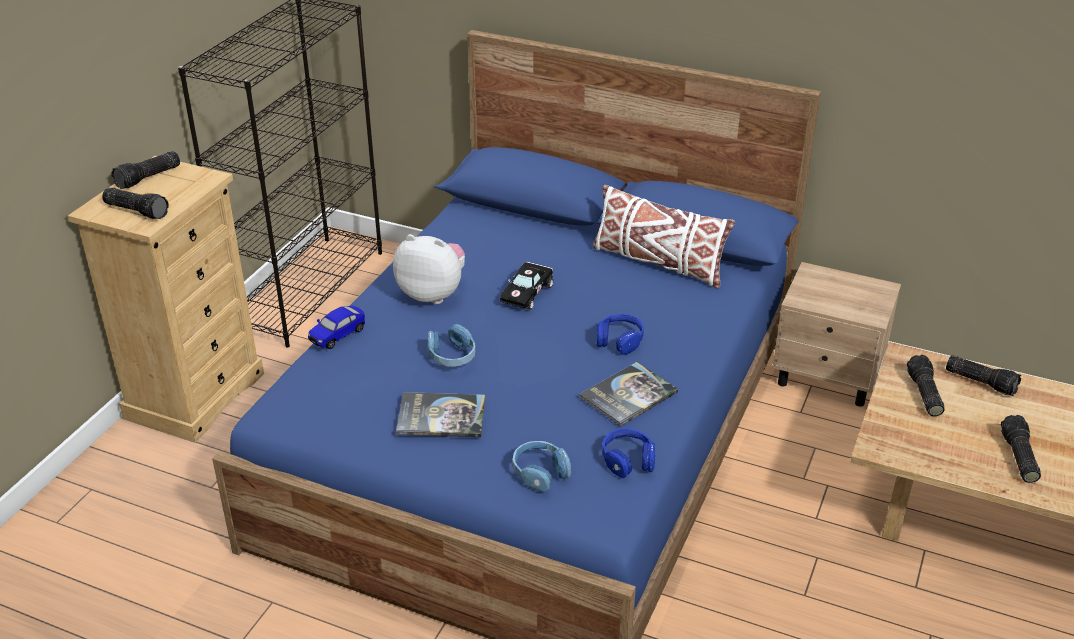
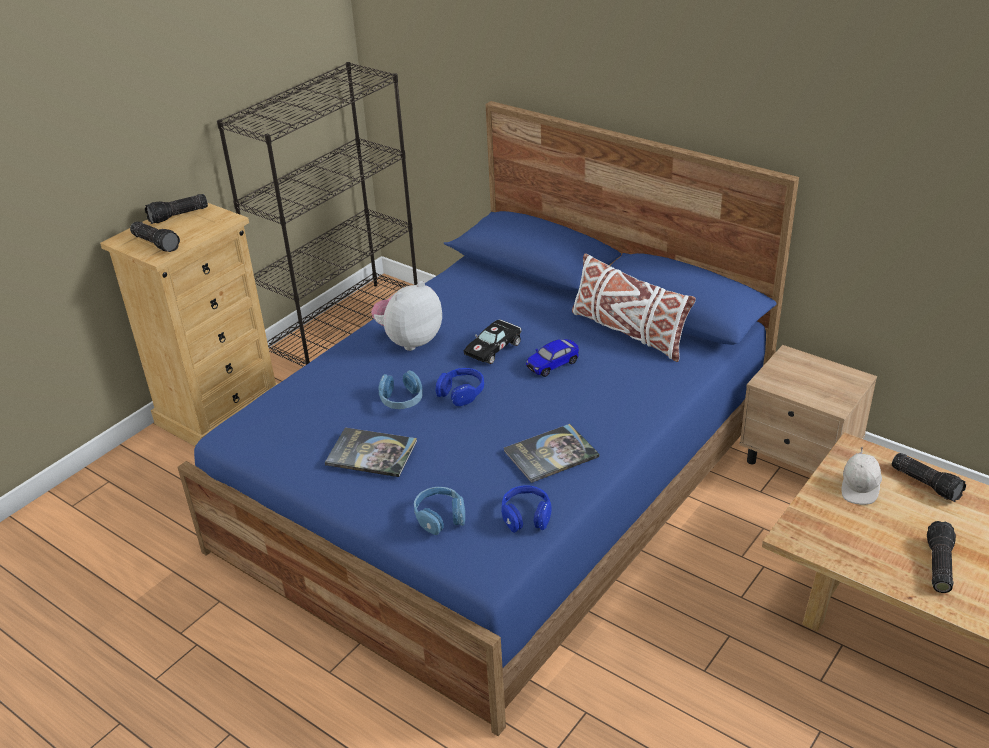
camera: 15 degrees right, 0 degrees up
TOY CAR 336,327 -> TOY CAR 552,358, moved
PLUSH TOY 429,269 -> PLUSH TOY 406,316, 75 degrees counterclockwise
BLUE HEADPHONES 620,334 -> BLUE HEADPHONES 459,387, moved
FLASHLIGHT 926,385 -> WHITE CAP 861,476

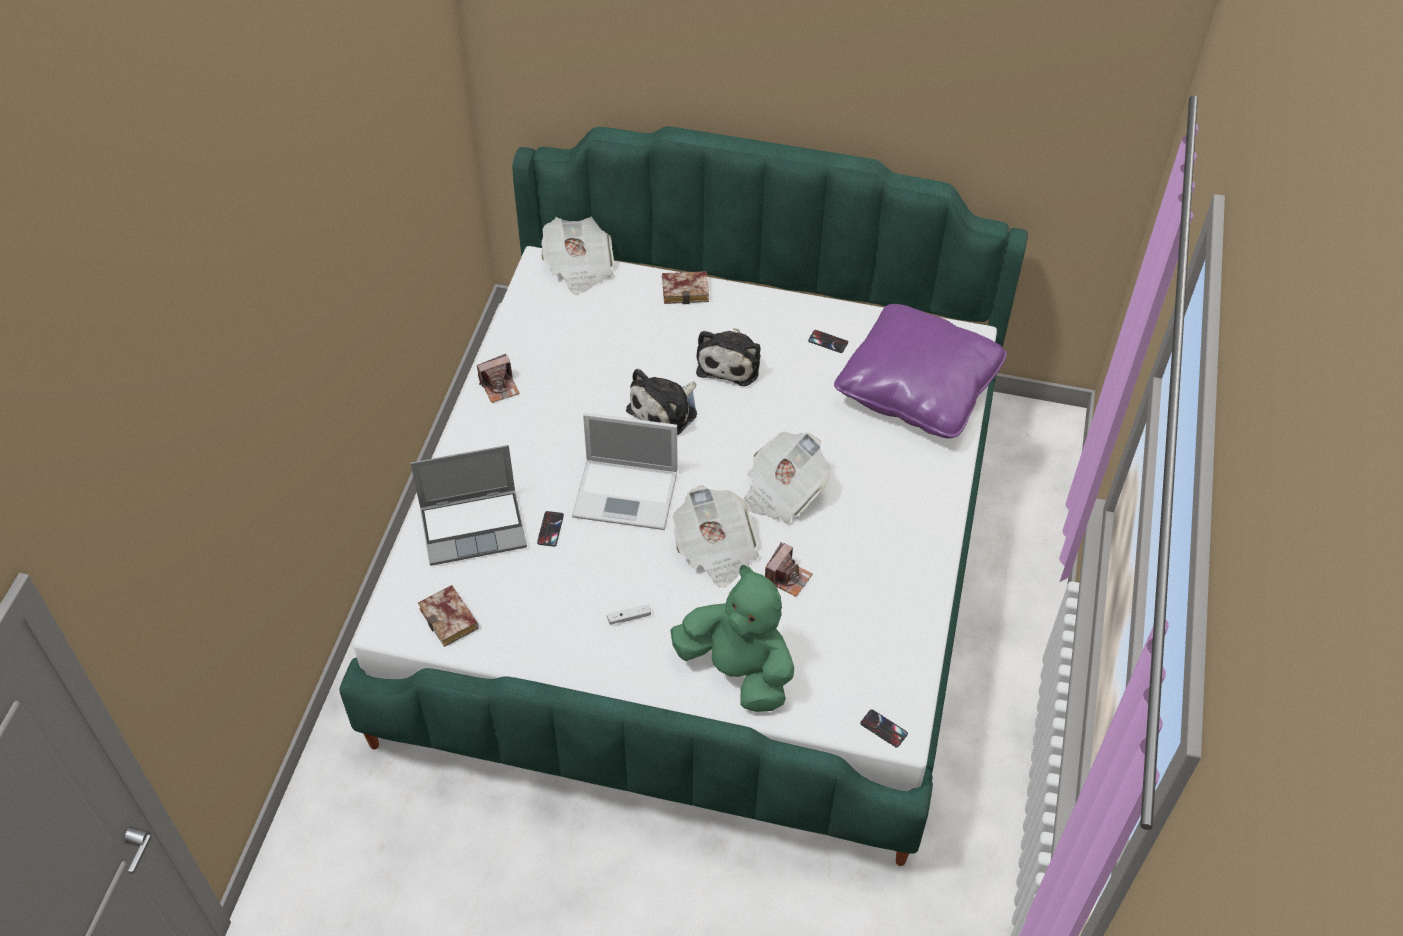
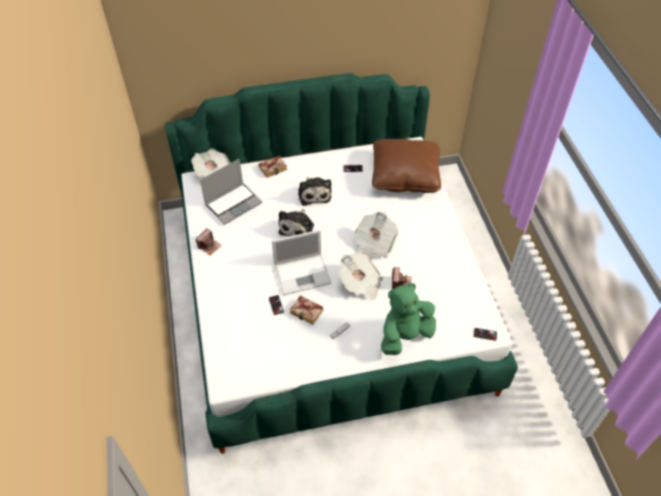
camera: 25 degrees left, 0 degrees up
LAPTOP 468,505 -> LAPTOP 231,192, moved
BOOK 448,616 -> BOOK 306,310, moved
GREEN PLUSH TOY 732,638 -> GREEN PLUSH TOY 408,319, 45 degrees counterclockwise
PURPLE PILLOW 920,371 -> BROWN PILLOW 406,166

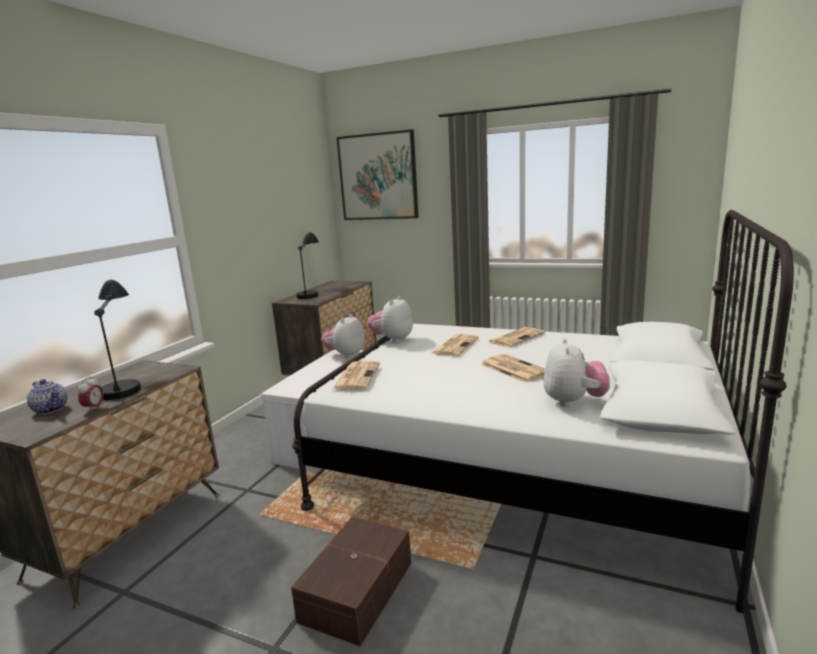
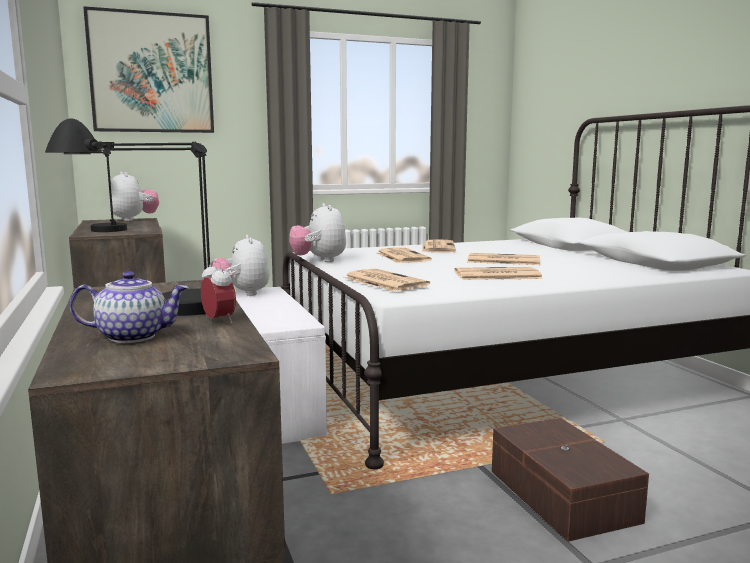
camera: 45 degrees left, 5 degrees down
PLUSH TOY 576,372 -> PLUSH TOY 134,196, moved
none -> NEWSPAPER 498,273

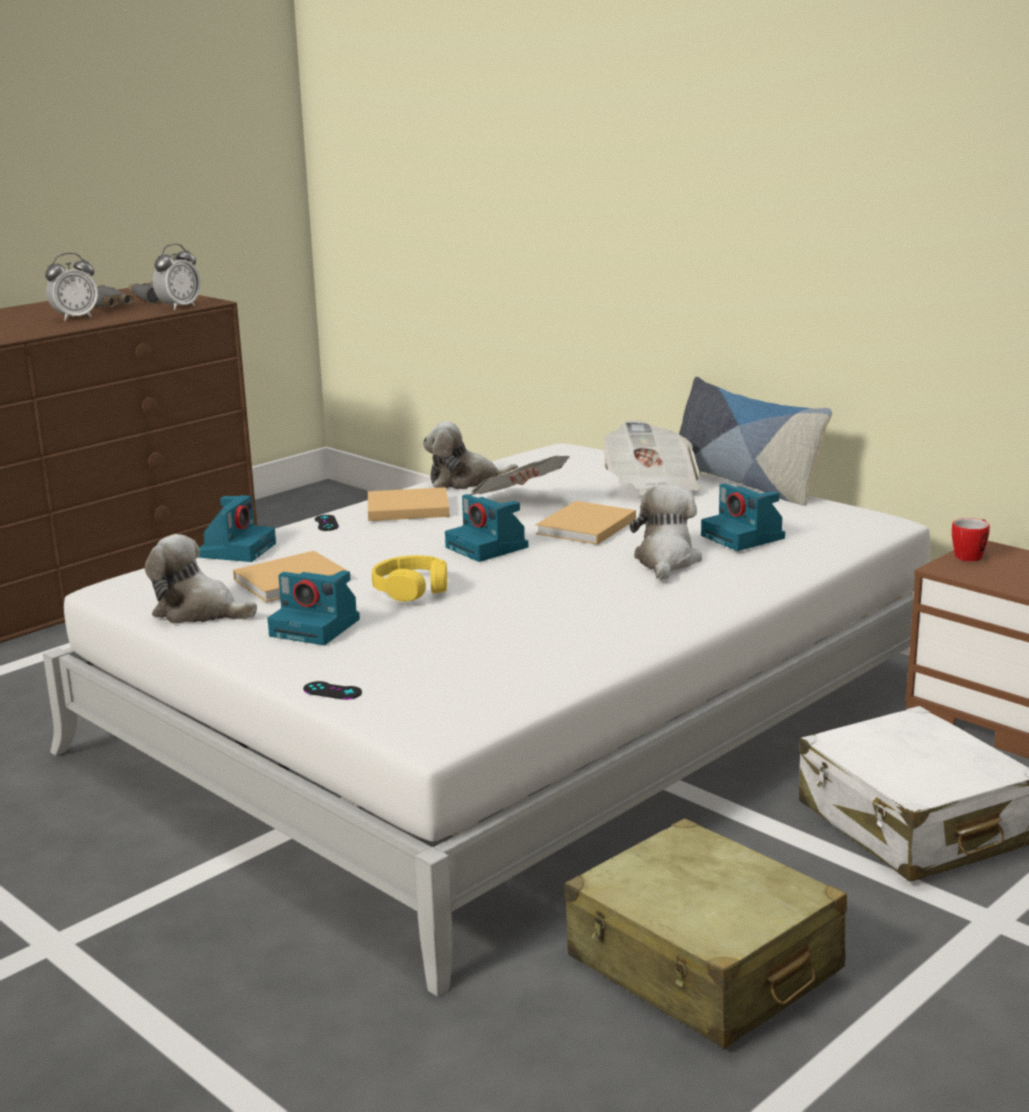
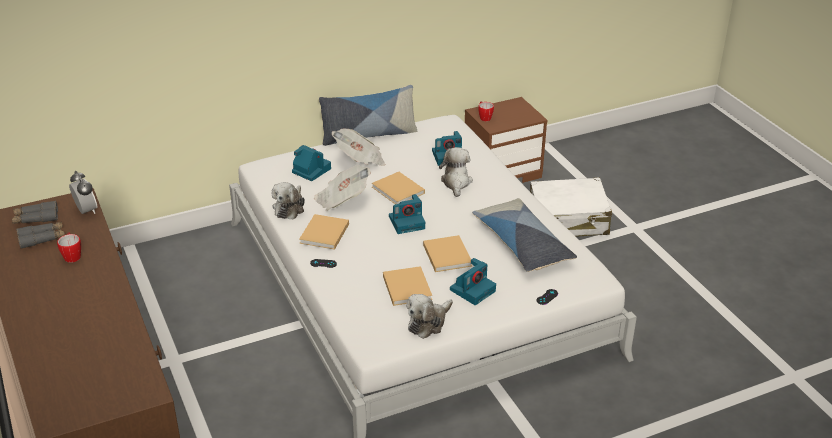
camera: 70 degrees left, 15 degrees up
ALARM CLOCK 71,287 -> MUG 69,247
PHOTO CAMERA 237,528 -> PHOTO CAMERA 311,163, moved
YELLOW HEADPHONES 409,578 -> BEIGE BOOK 447,253
BEIGE SUITCASE 705,933 -> none
PLUSH TOY 666,532 -> PLUSH TOY 456,172, 60 degrees clockwise
none -> PILLOW 524,235

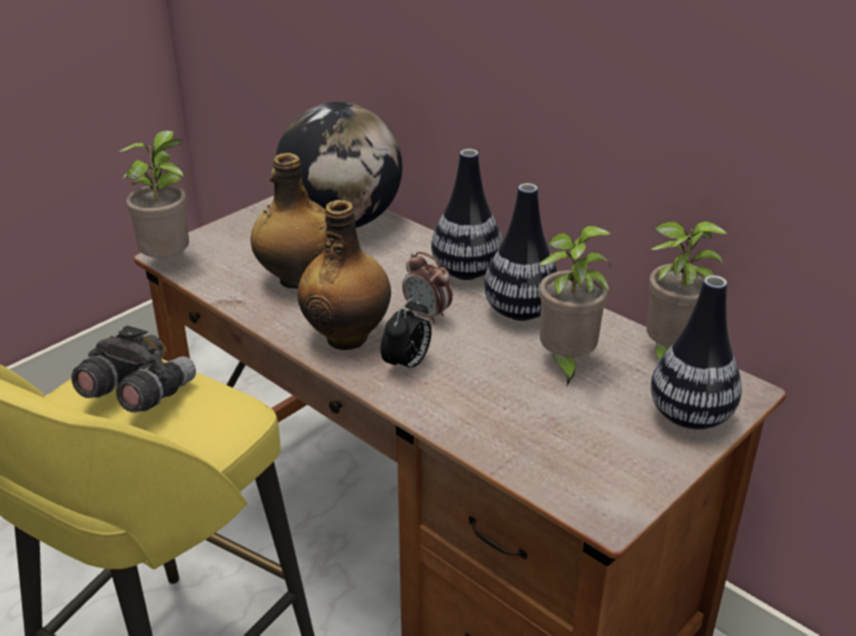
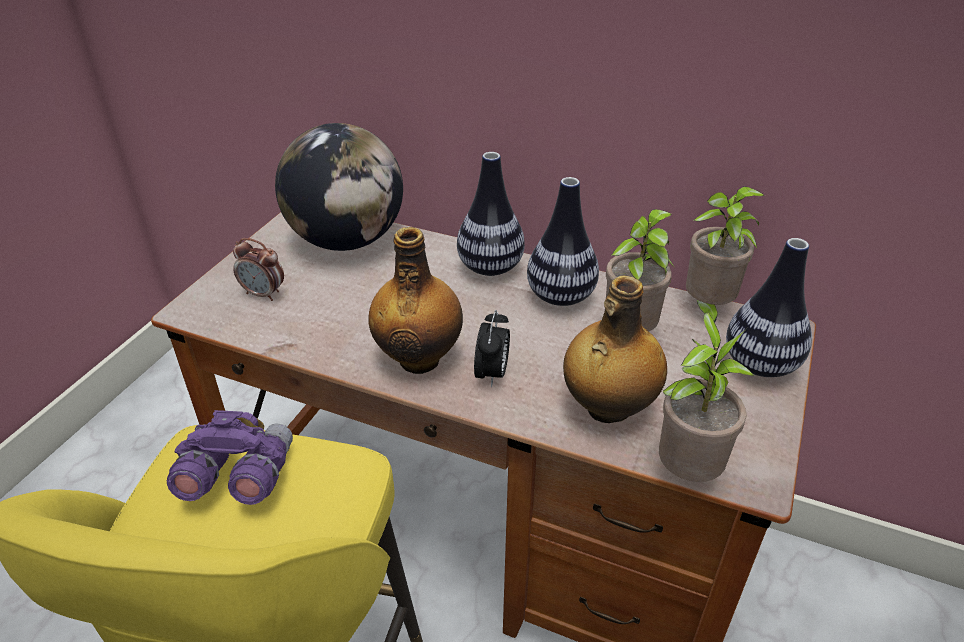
camera: 20 degrees left, 5 degrees up
GREY BINOCULARS 133,369 -> PURPLE BINOCULARS 230,457
POTTED PLANT 153,194 -> POTTED PLANT 706,397, moved
BOTTLE 289,221 -> BOTTLE 615,349, moved
ALARM CLOCK 427,288 -> ALARM CLOCK 258,269, moved

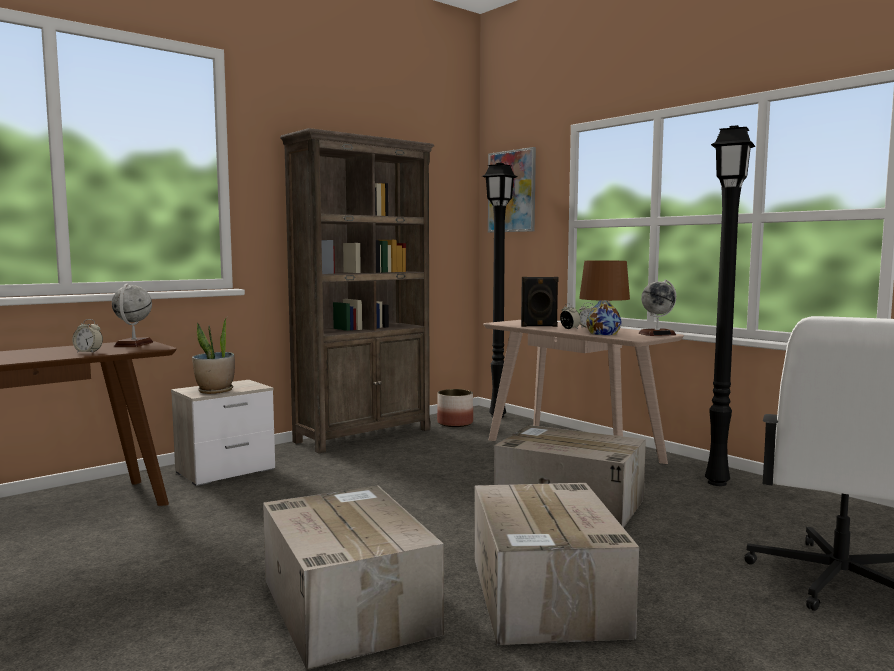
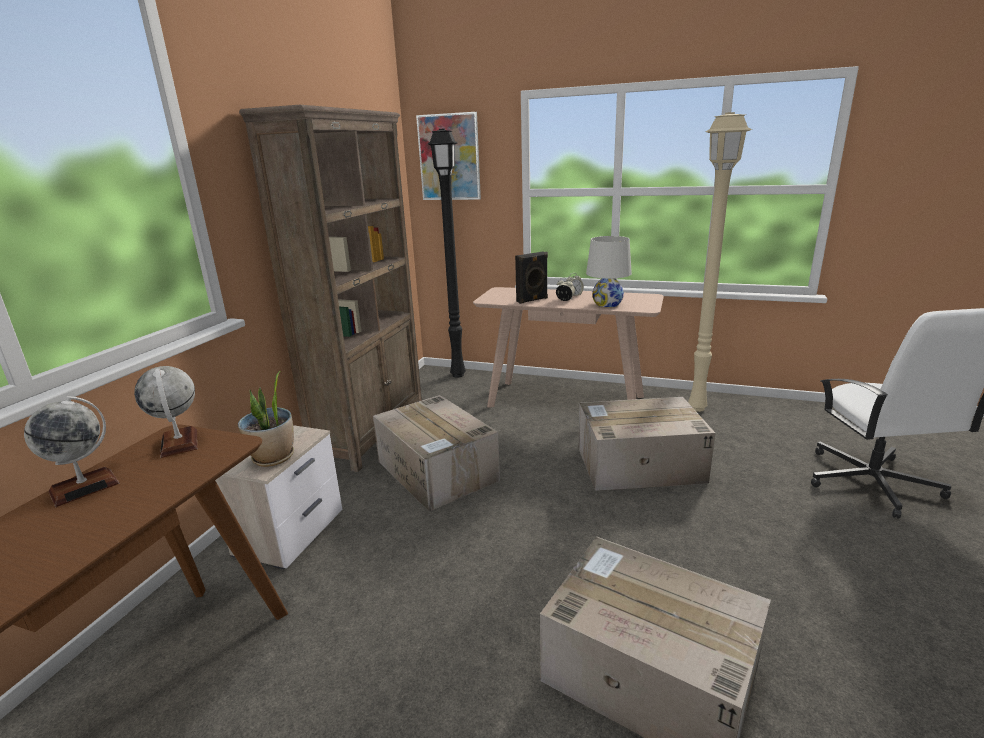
camera: 30 degrees left, 15 degrees up
ALARM CLOCK 87,336 -> none
PLANTER 455,408 -> none
CARDBOARD BOX 557,564 -> CARDBOARD BOX 436,453, moved
BROWN TABLE LAMP 604,298 -> WHITE TABLE LAMP 609,271
GLOBE 657,307 -> GLOBE 71,451, moved
BLACK FLOOR LAMP 730,305 -> BEIGE FLOOR LAMP 720,262

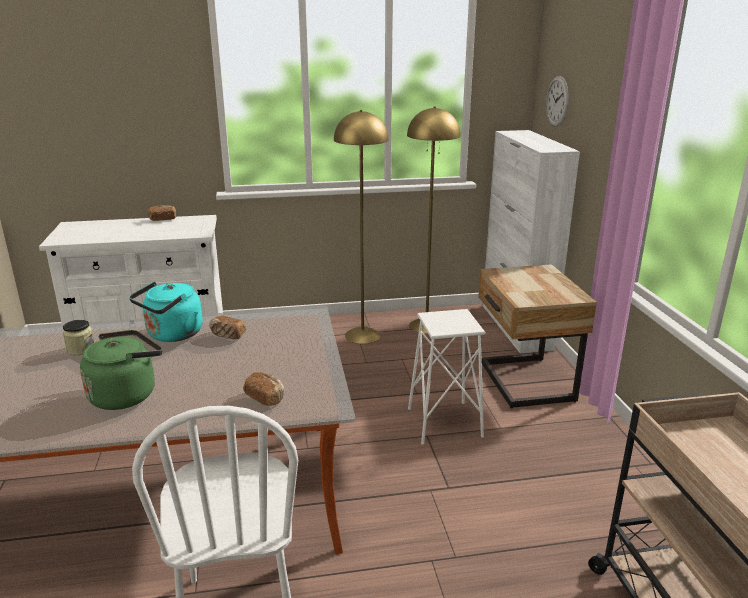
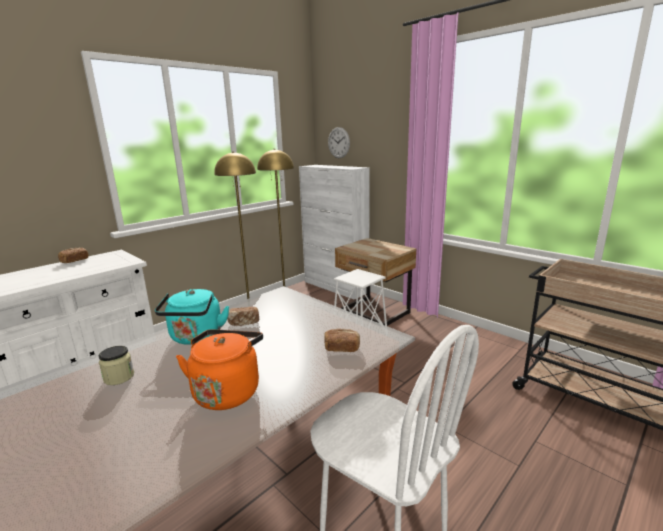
camera: 35 degrees left, 5 degrees down
GREEN KETTLE 121,370 -> ORANGE KETTLE 219,369

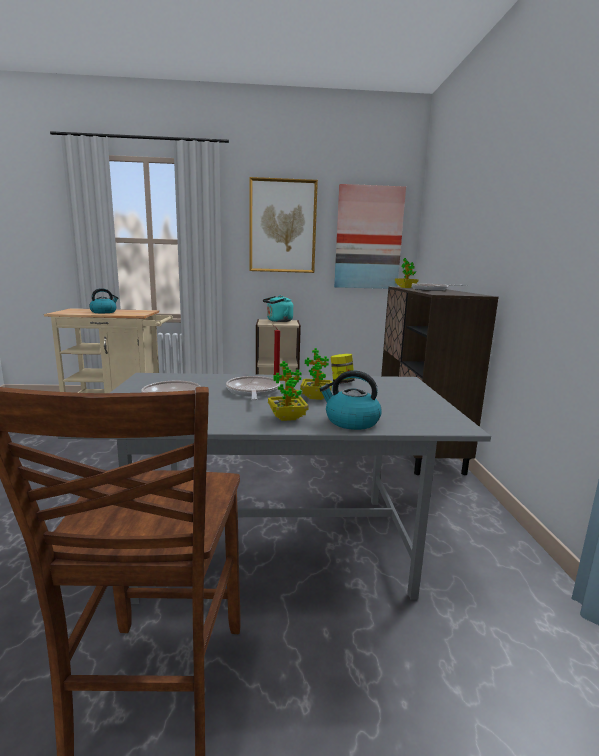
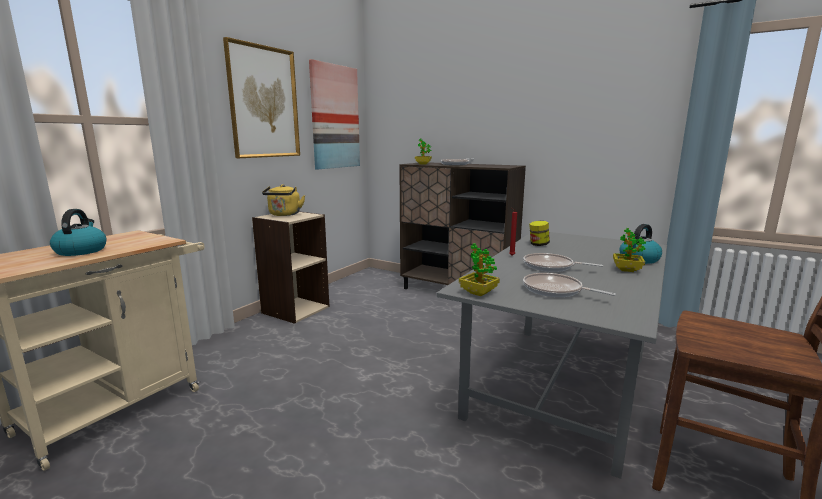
camera: 55 degrees left, 0 degrees up
TURQUOISE KETTLE 278,308 -> YELLOW KETTLE 283,200
POTTED PLANT 316,374 -> POTTED PLANT 479,269, moved

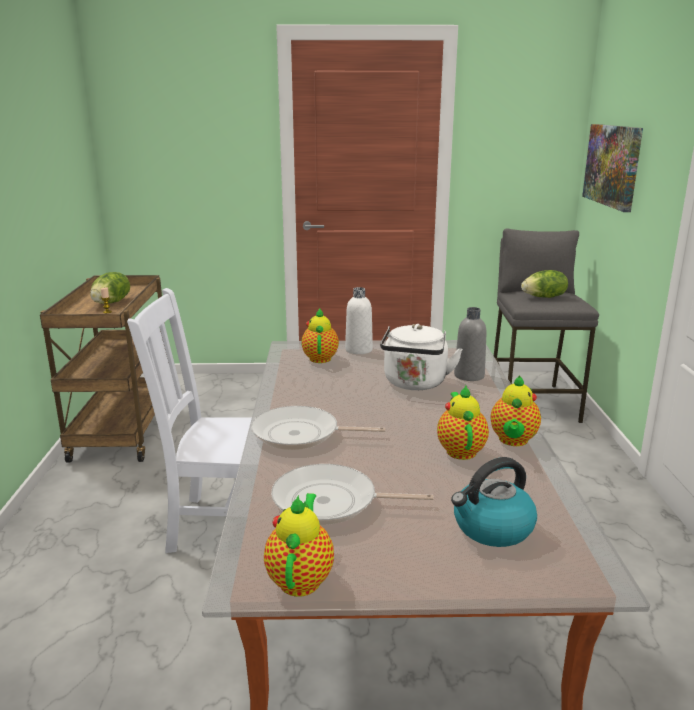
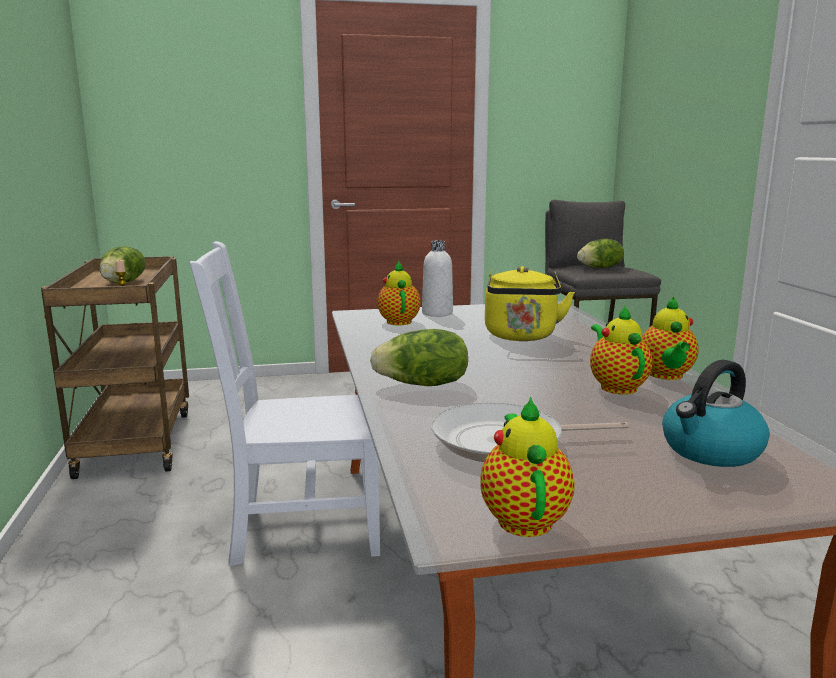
camera: 10 degrees left, 5 degrees down
FRYING PAN 318,428 -> LETTUCE 419,357
WHITE KETTLE 421,357 -> YELLOW KETTLE 530,303
GREY BOTTLE 470,344 -> none
PICTURE 612,168 -> none

